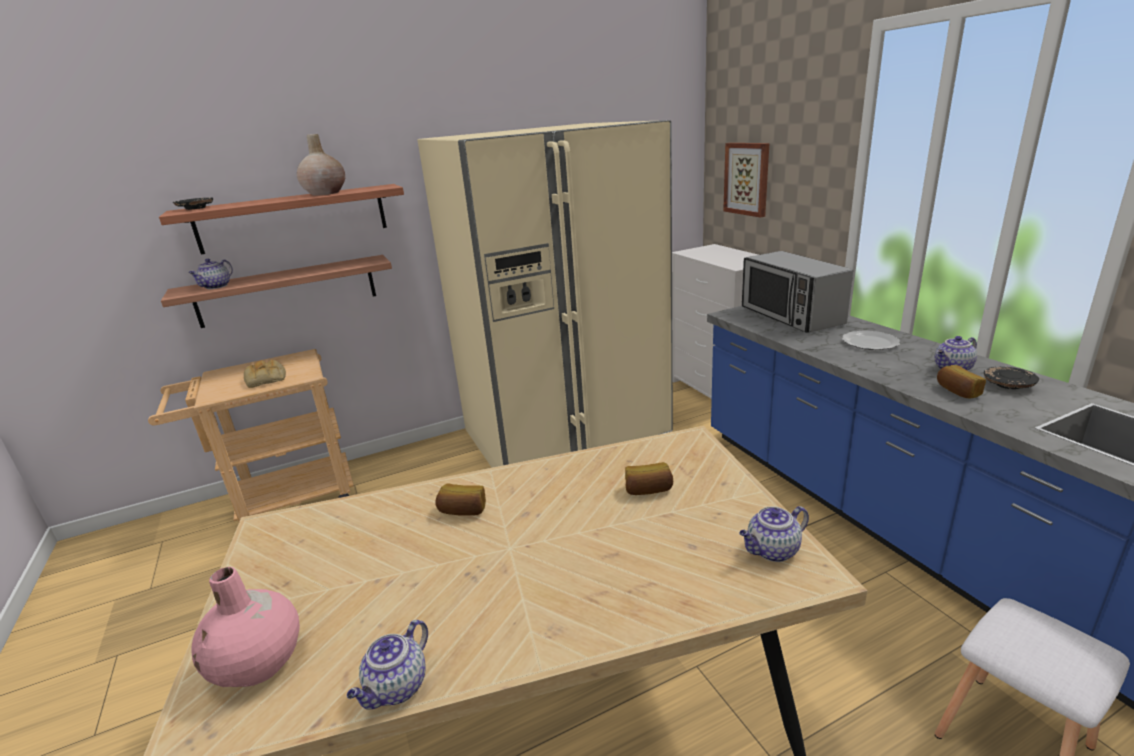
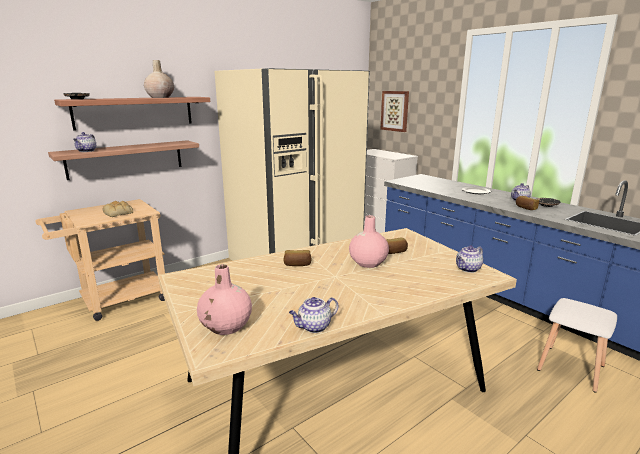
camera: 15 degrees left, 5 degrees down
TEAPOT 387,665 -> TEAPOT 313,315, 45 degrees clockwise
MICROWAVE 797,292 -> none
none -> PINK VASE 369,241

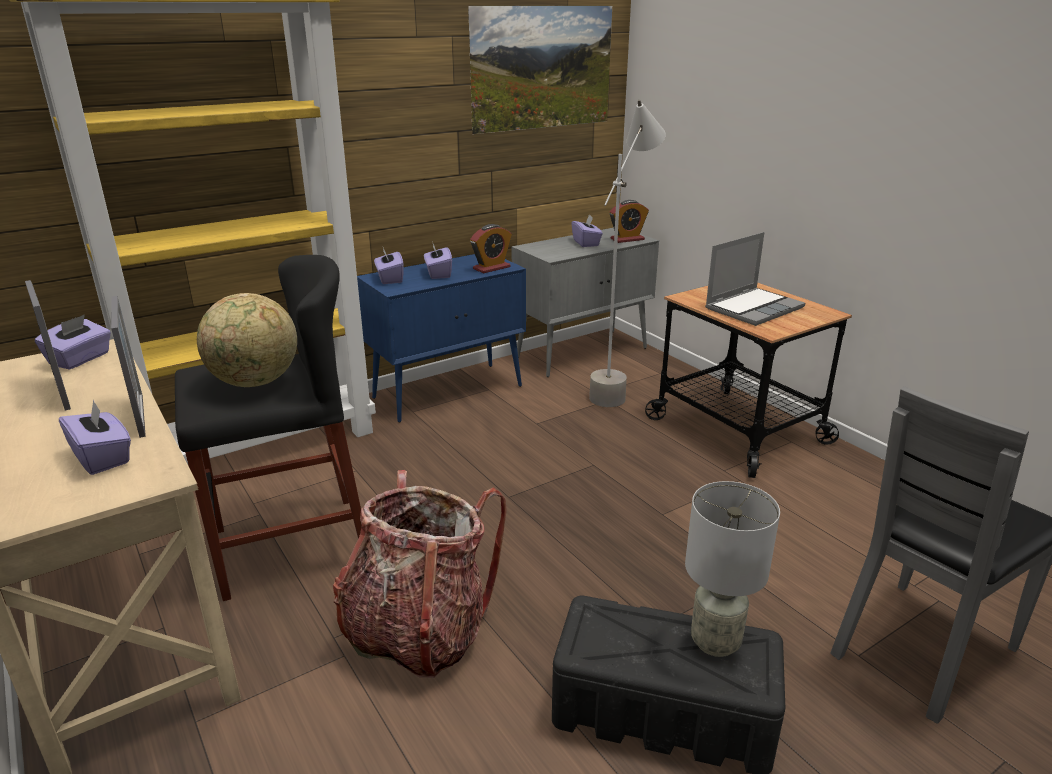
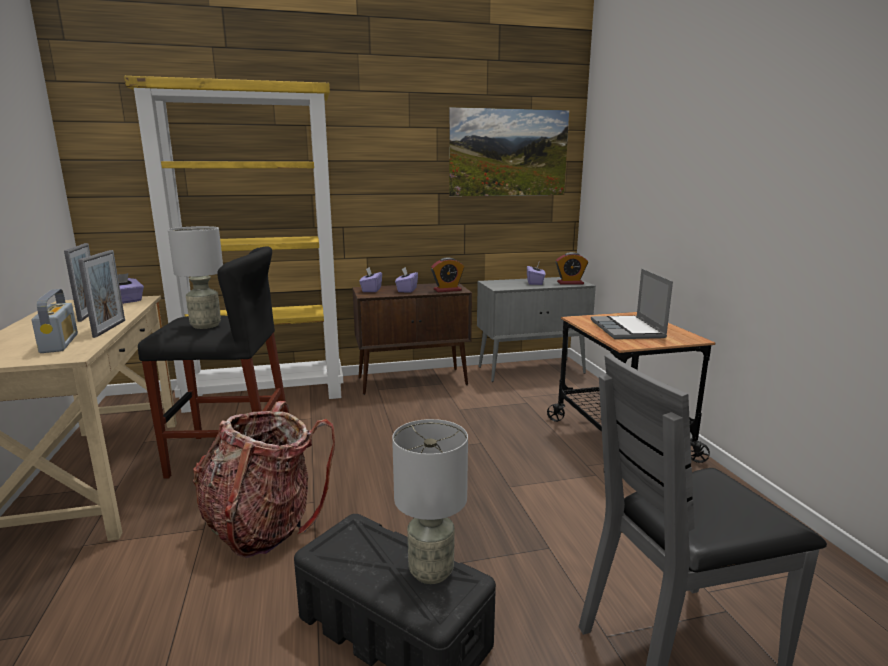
camera: 20 degrees right, 10 degrees down
PURPLE TISSUE BOX 95,437 -> RADIO 55,321
GLOBE 247,340 -> GREY TABLE LAMP 195,277
BLUE CABINET 441,338 -> BROWN CABINET 412,339
GREY FLOOR LAMP 627,253 -> none
LAPTOP 755,279 -> LAPTOP 632,304, 105 degrees clockwise

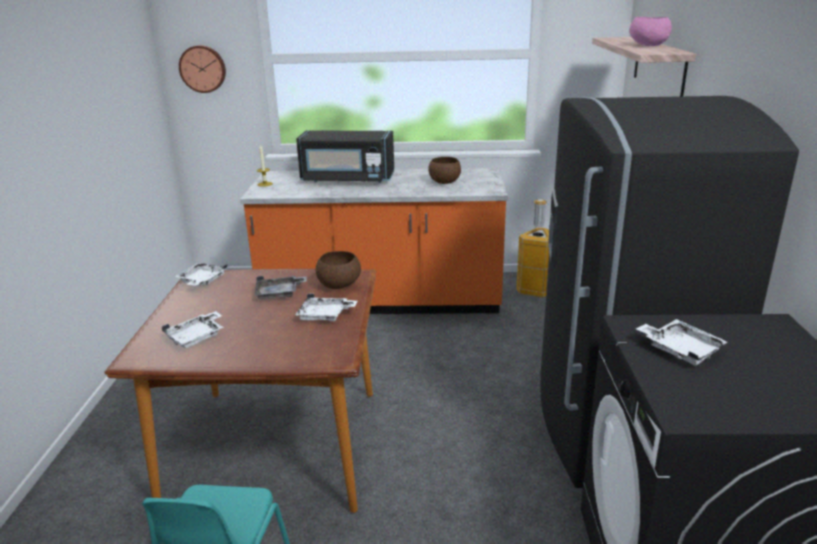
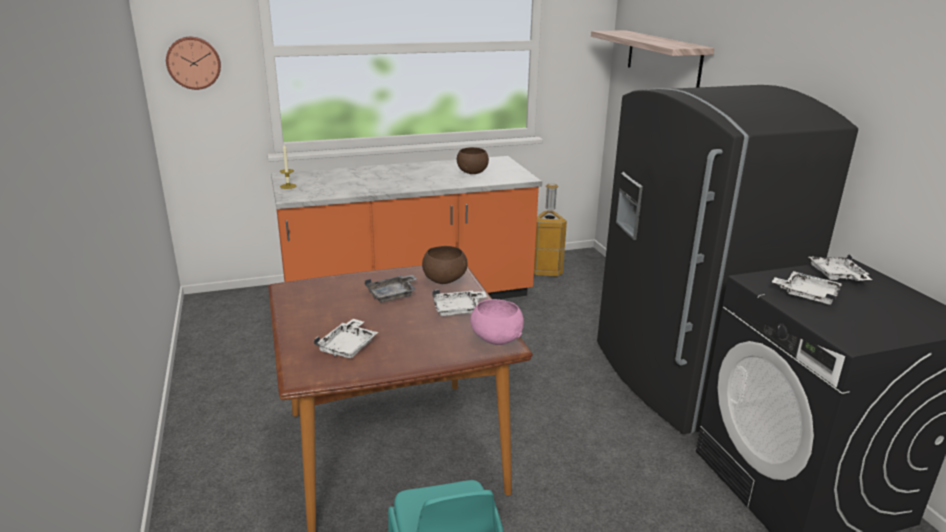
camera: 20 degrees left, 0 degrees up
WHITE TRAY 201,274 -> WHITE TRAY 840,267, moved
BLACK MICROWAVE 345,157 -> none
PINK BOWL 650,31 -> PINK BOWL 497,322, moved

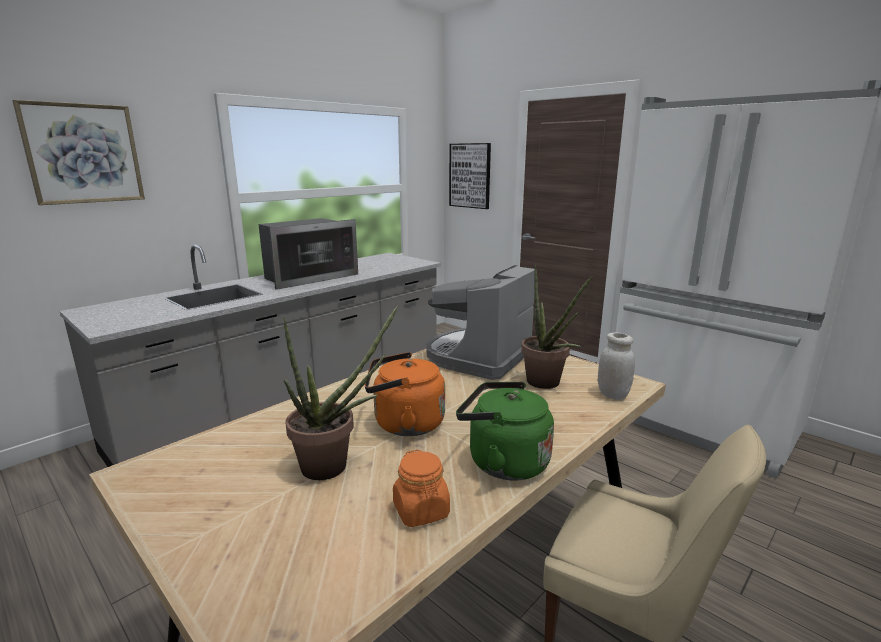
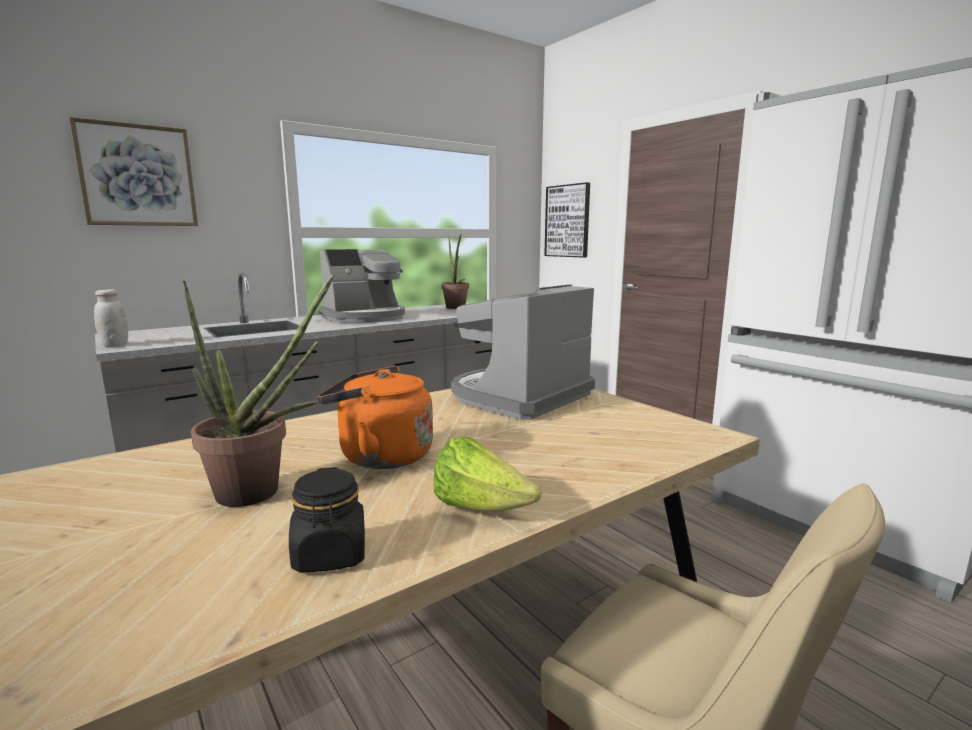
camera: 10 degrees right, 5 degrees down
MICROWAVE 308,254 -> COFFEE MACHINE 361,286
ORANGE JAR 421,488 -> BLACK JAR 327,520
GREEN KETTLE 505,431 -> LETTUCE 488,474
POTTED PLANT 557,326 -> POTTED PLANT 455,271, moved
WHITE JAR 616,366 -> WHITE JAR 111,318, moved

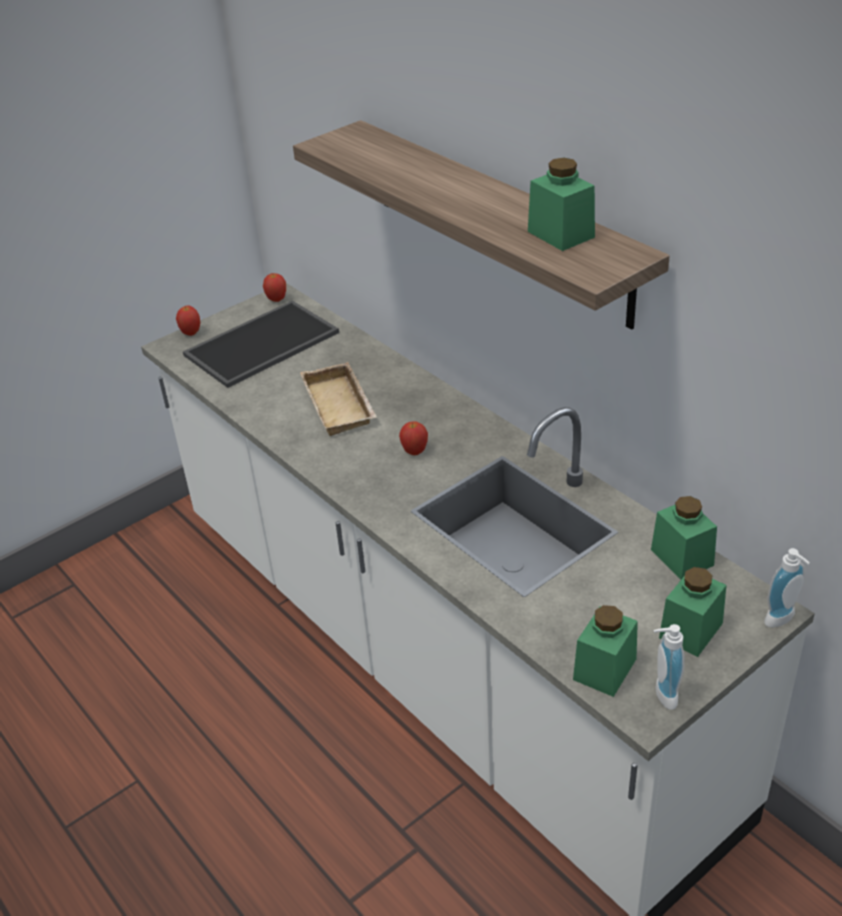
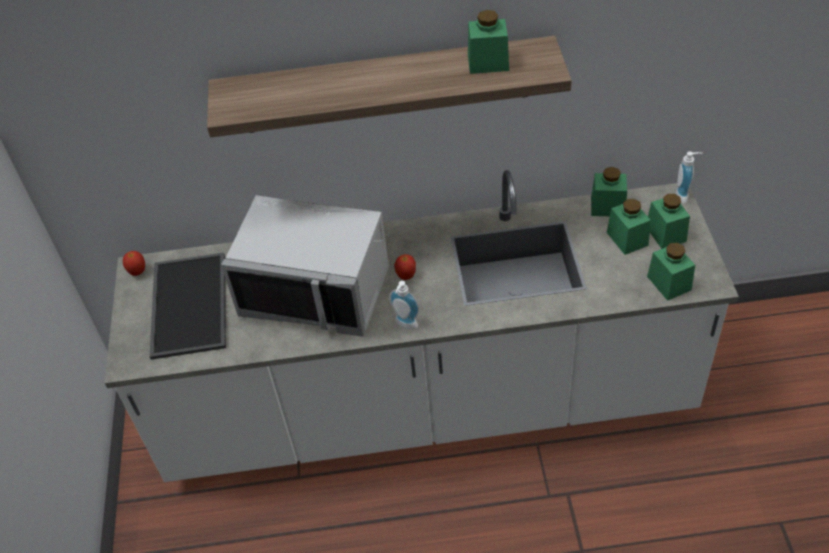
camera: 55 degrees left, 10 degrees up
APPLE 188,321 -> none
BEIGE TRAY 338,399 -> GREY MICROWAVE 305,266
SOAP DISPENSER 669,667 -> SOAP DISPENSER 404,305, moved
none -> GREEN JAR 629,227

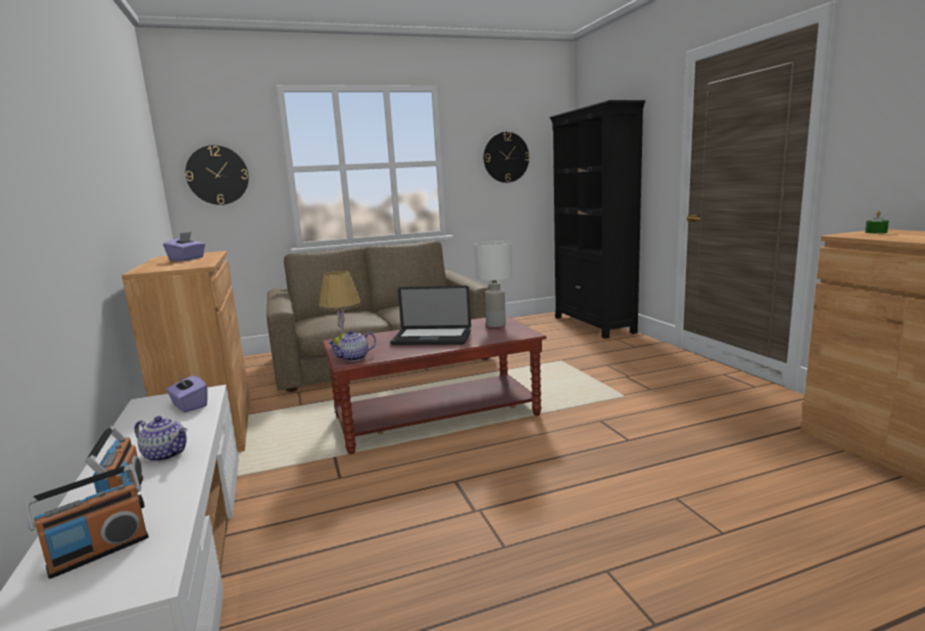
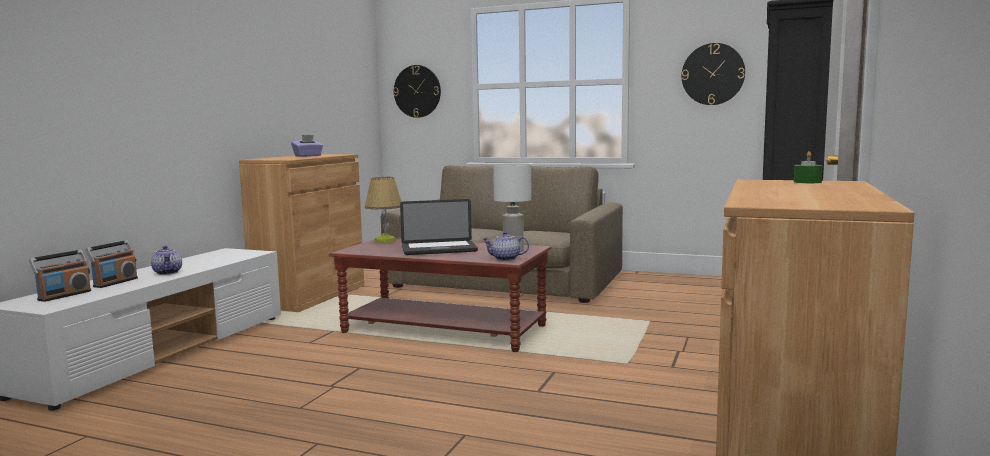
camera: 40 degrees right, 5 degrees down
RADIO 86,521 -> RADIO 60,276, 60 degrees counterclockwise
PURPLE TISSUE BOX 187,393 -> none
TEAPOT 352,346 -> TEAPOT 506,246, moved
LAPTOP 430,315 -> LAPTOP 439,227, 60 degrees counterclockwise

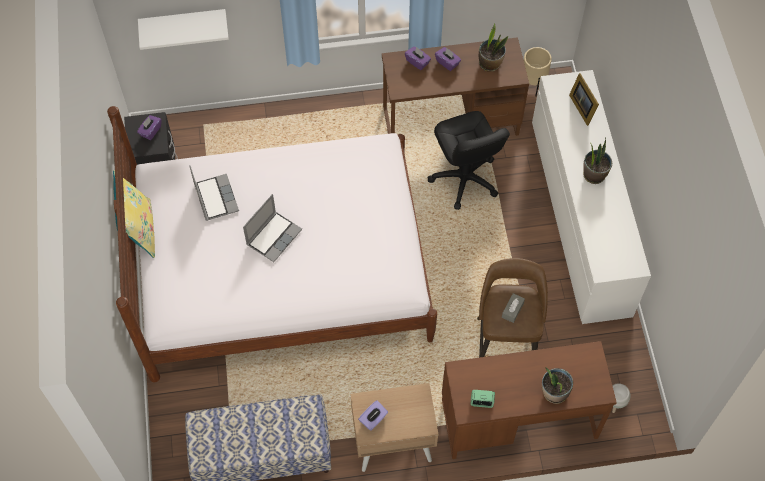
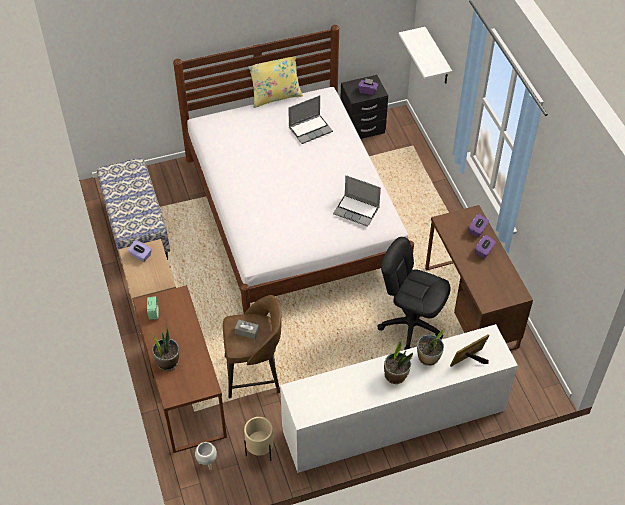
camera: 80 degrees right, 10 degrees down
LAPTOP 272,228 -> LAPTOP 357,201, moved
BLACK OFFICE CHAIR 469,160 -> BLACK OFFICE CHAIR 414,293, 60 degrees clockwise
POTTED PLANT 493,47 -> POTTED PLANT 431,348, moved
BEIGE PLANTER 538,71 -> BEIGE PLANTER 259,439, moved

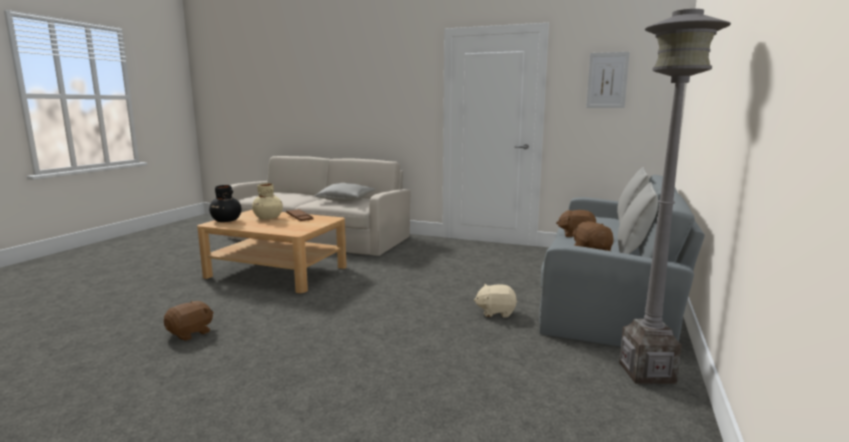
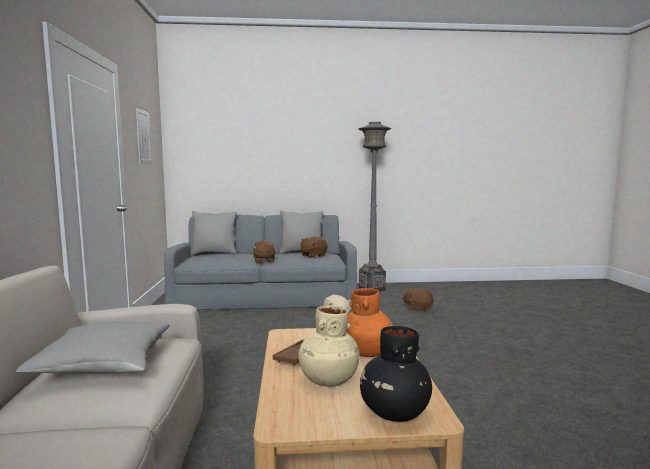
camera: 115 degrees left, 5 degrees down
BROWN PLUSH TOY 188,320 -> BROWN PLUSH TOY 418,300, moved
none -> ORANGE VASE 369,322

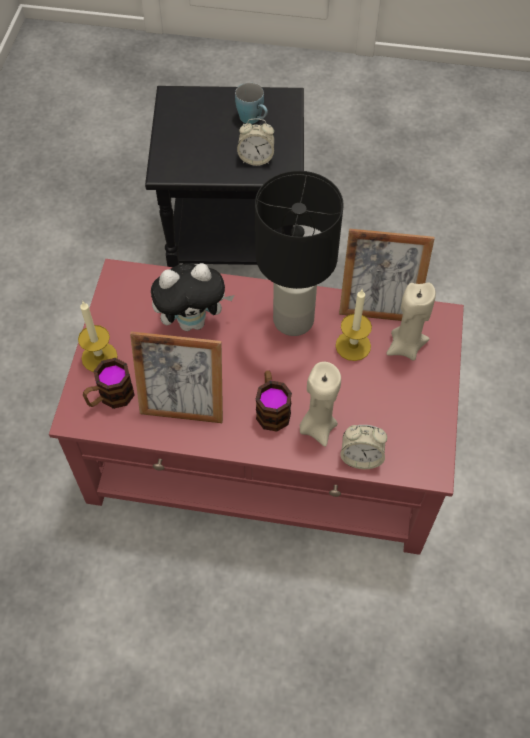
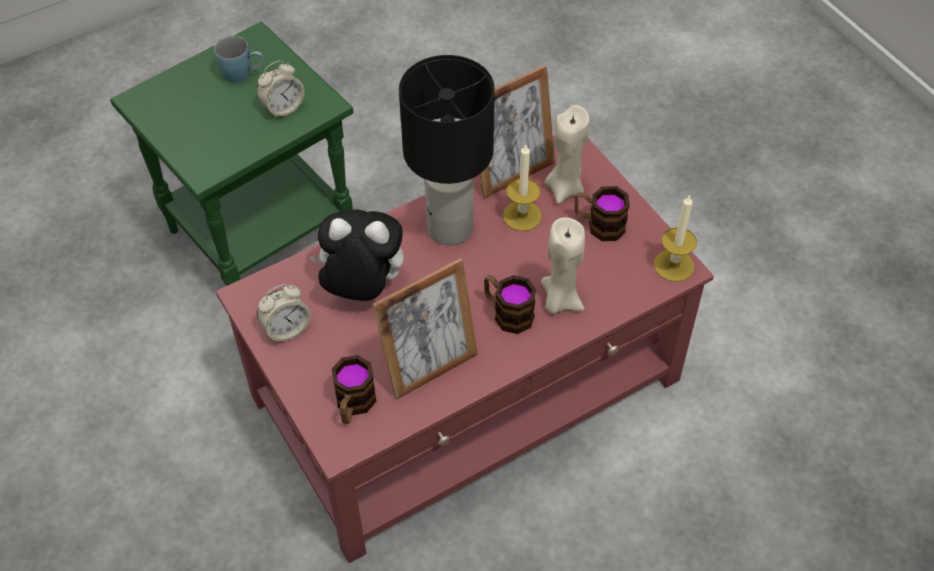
camera: 40 degrees left, 5 degrees down
CANDLE 98,337 -> CANDLE 675,238, moved
BLACK SIDE TABLE 224,176 -> GREEN SIDE TABLE 232,153
PLUSH TOY 192,297 -> PLUSH TOY 356,255, 120 degrees counterclockwise
ALARM CLOCK 363,447 -> ALARM CLOCK 284,313, moved
none -> MUG 602,213

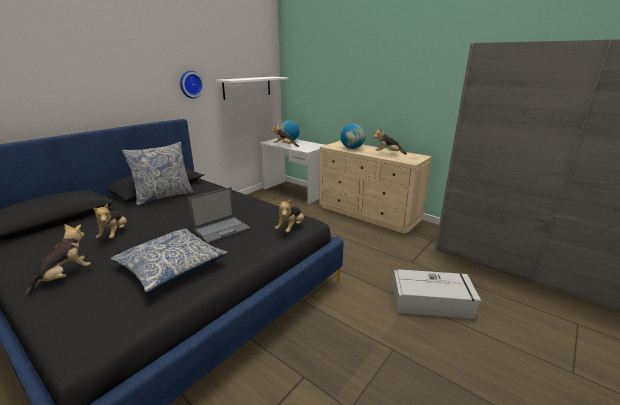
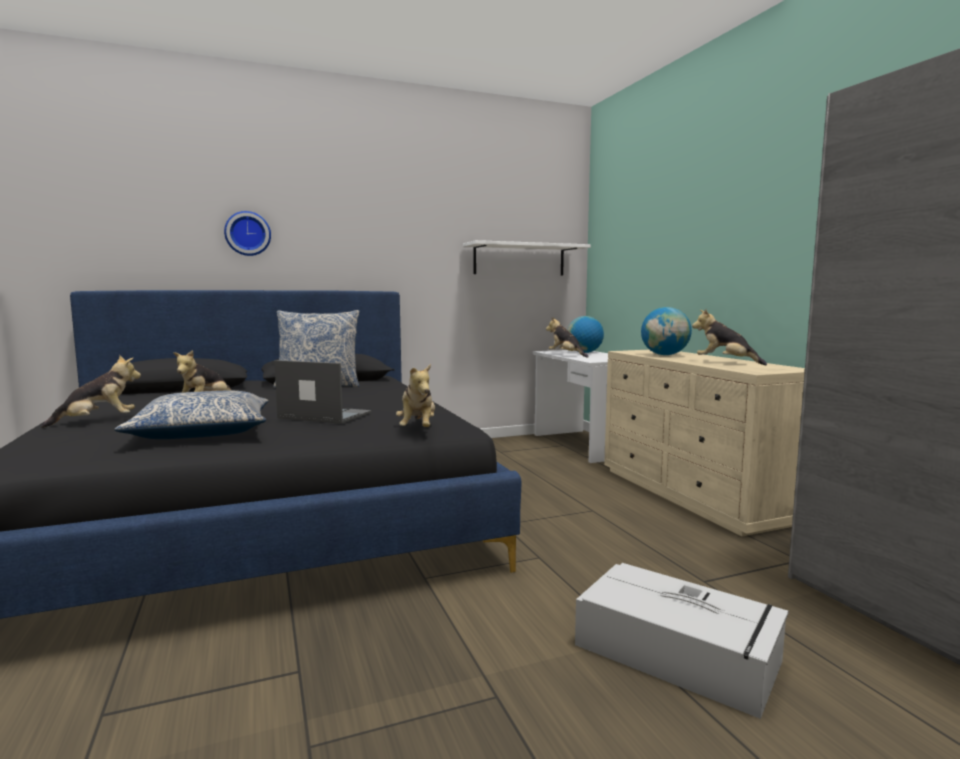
camera: 30 degrees right, 15 degrees down
WALL CLOCK 192,85 -> WALL CLOCK 247,233, moved
LAPTOP 219,215 -> LAPTOP 322,392, 150 degrees counterclockwise
PLUSH TOY 289,216 -> PLUSH TOY 415,395, 60 degrees counterclockwise

